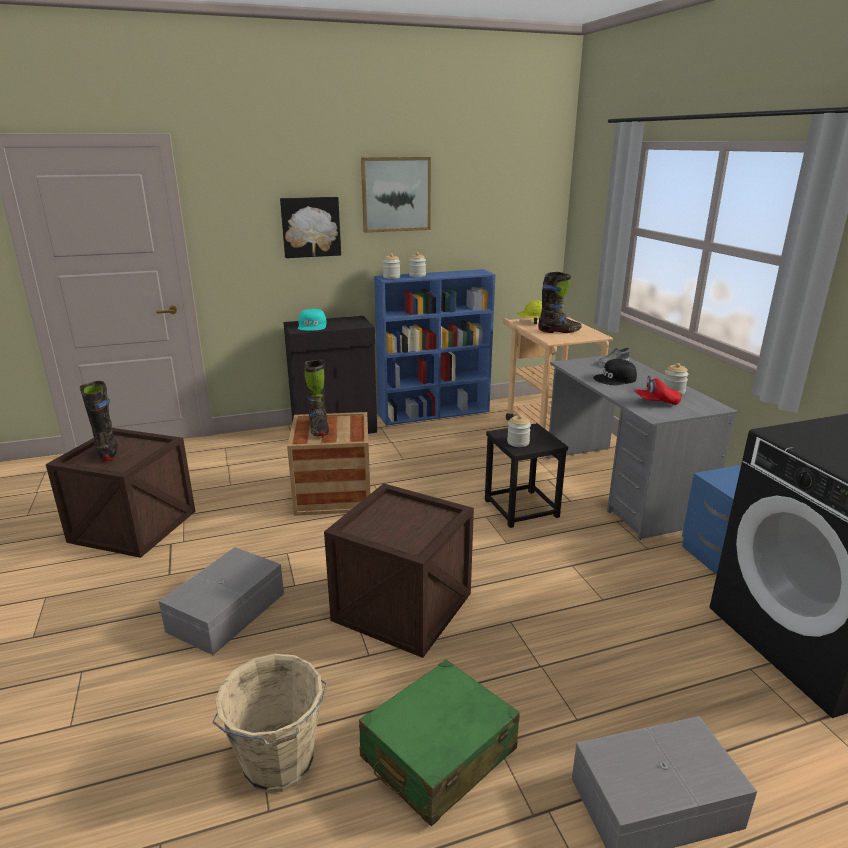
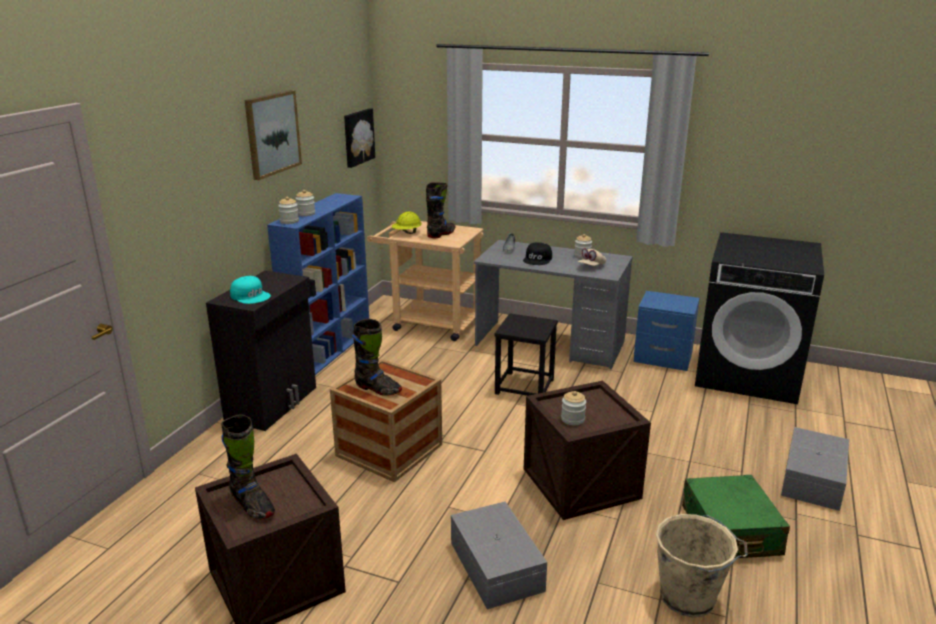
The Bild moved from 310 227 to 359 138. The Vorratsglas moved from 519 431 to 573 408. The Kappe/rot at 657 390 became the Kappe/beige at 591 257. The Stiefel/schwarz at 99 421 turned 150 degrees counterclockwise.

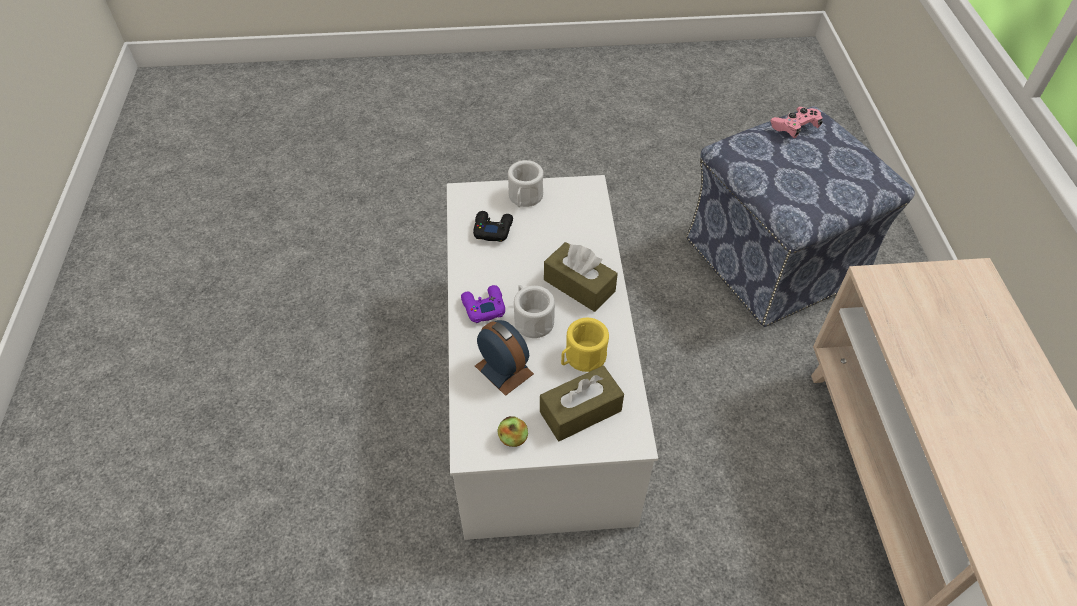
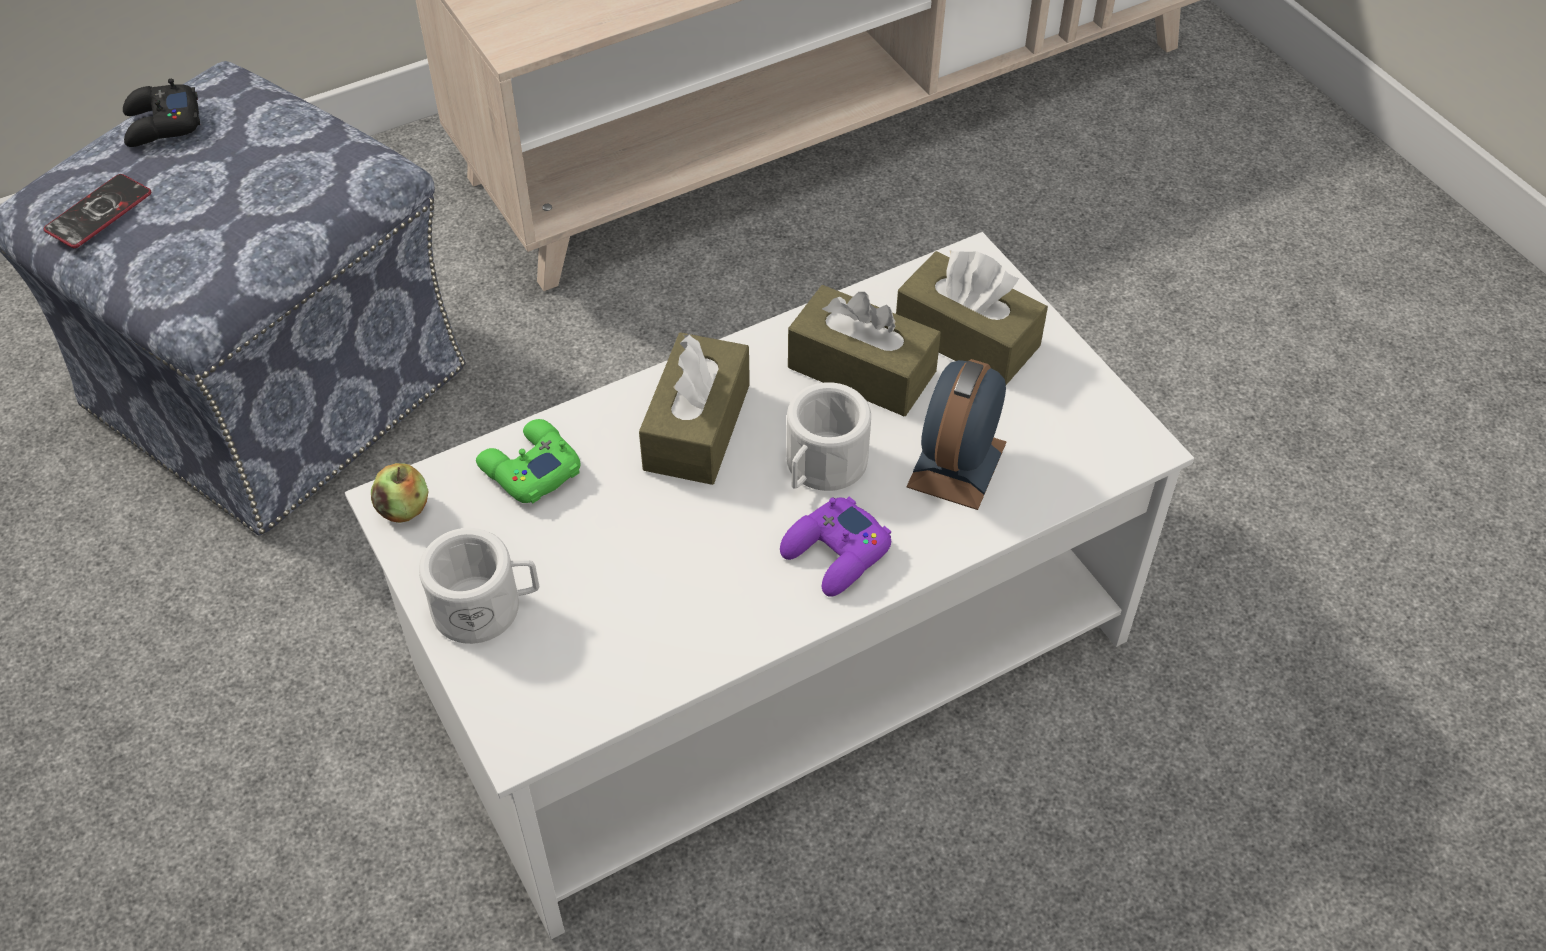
The Gamepad/grün at 528 461 appeared. The Gamepad/schwarz moved from 493 226 to 161 113. The Apfel moved from 513 431 to 400 493. The Henkelbecher/gelb at 585 345 was replaced by the Taschentuchbox/braun at 864 350. The Gamepad/rosa at 796 122 was replaced by the Handy at 97 211.

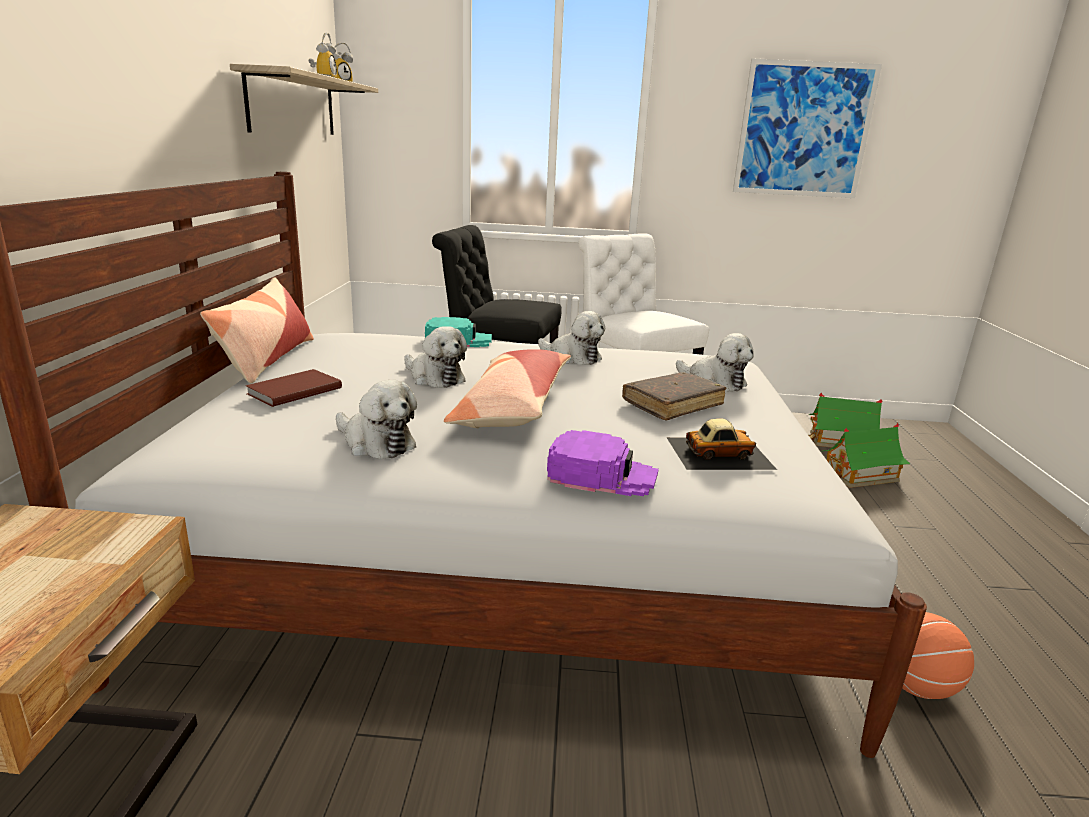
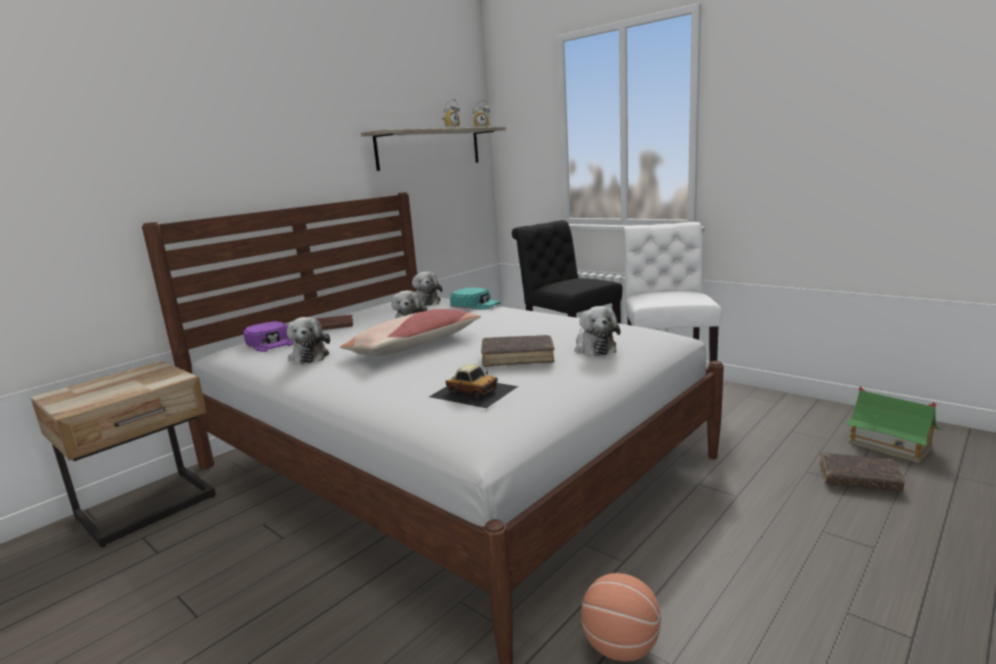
The Kissen at 257 330 disappeared. The Bild at 807 128 disappeared. The Plüschtier moved from 571 338 to 427 289. The Kappe/lila moved from 603 463 to 269 336. The Spielzeughaus at 865 455 was replaced by the Buch/braun at 862 472.

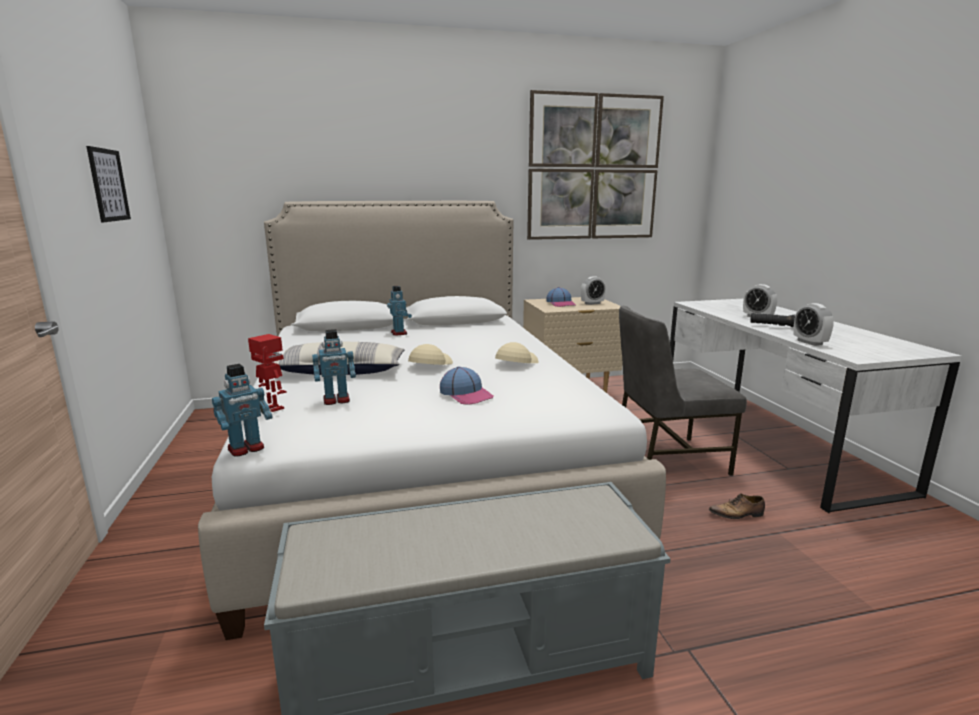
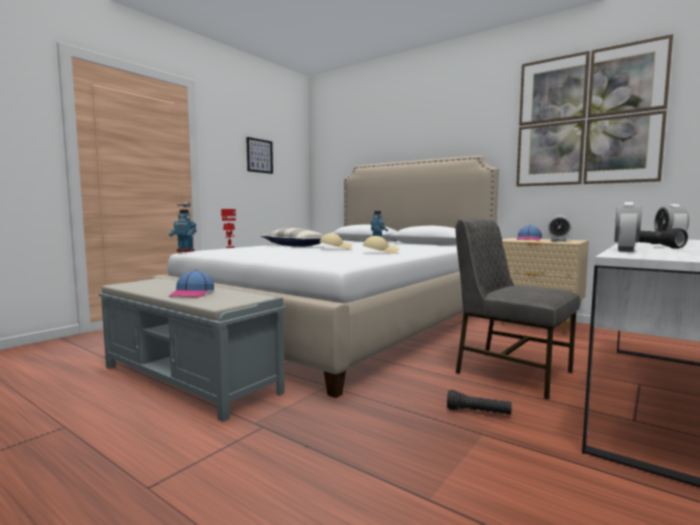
The Spielzeugroboter at 334 367 disappeared. The Kappe moved from 467 385 to 191 283. The Schuh at 737 506 was replaced by the Taschenlampe/schwarz at 479 402.

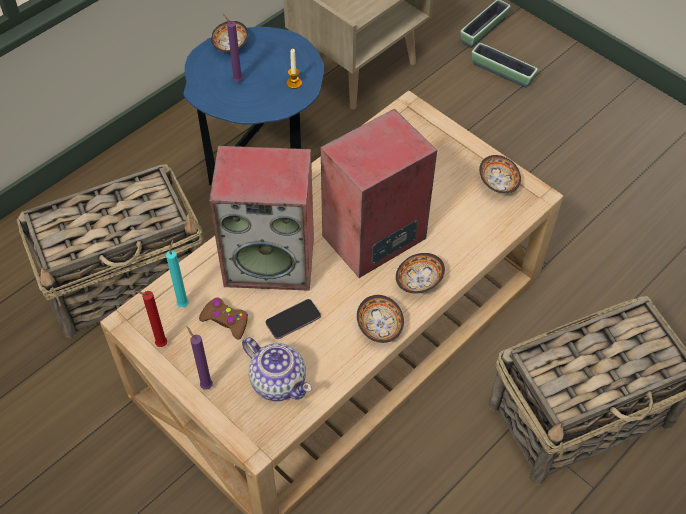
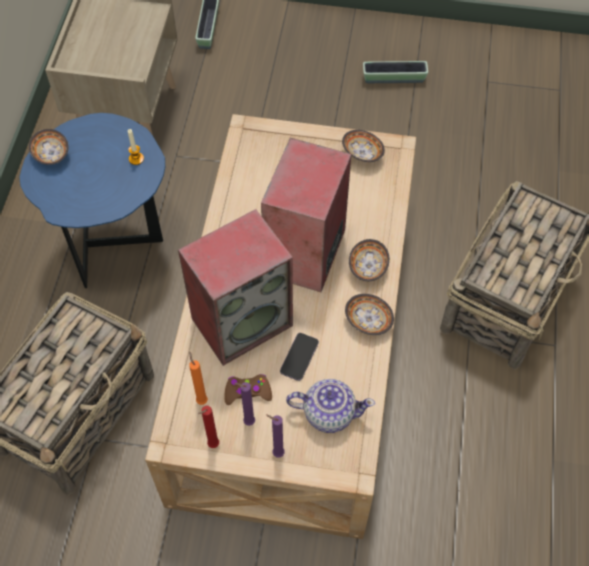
The Kerze/lila moved from 233 48 to 244 404. The Pflanzkübel moved from 505 65 to 395 72. The Kerze/türkis at 177 273 became the Kerze/orange at 198 378.

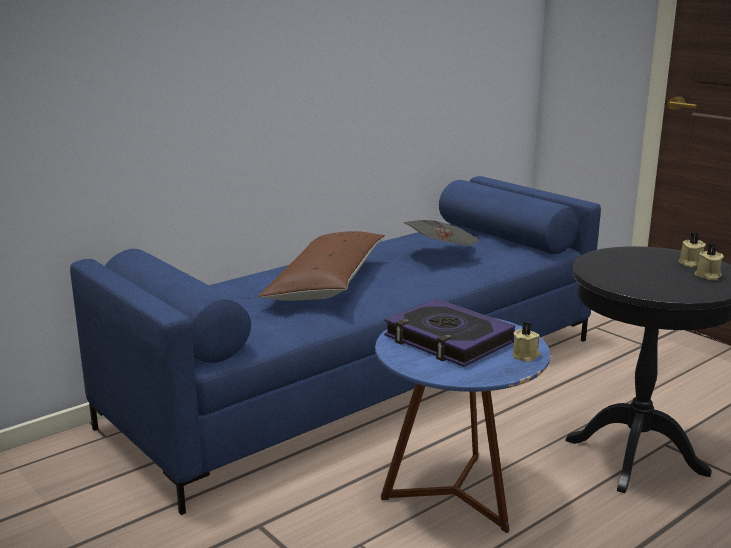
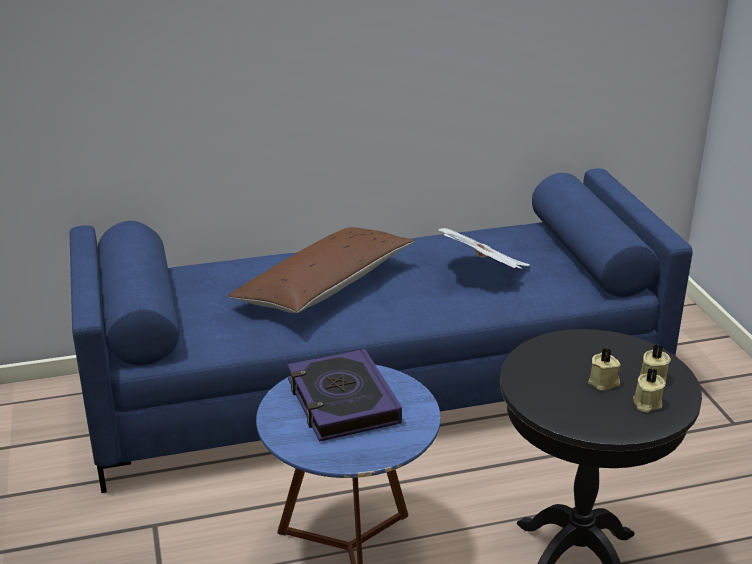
The Kerze/beige moved from 526 342 to 604 369.

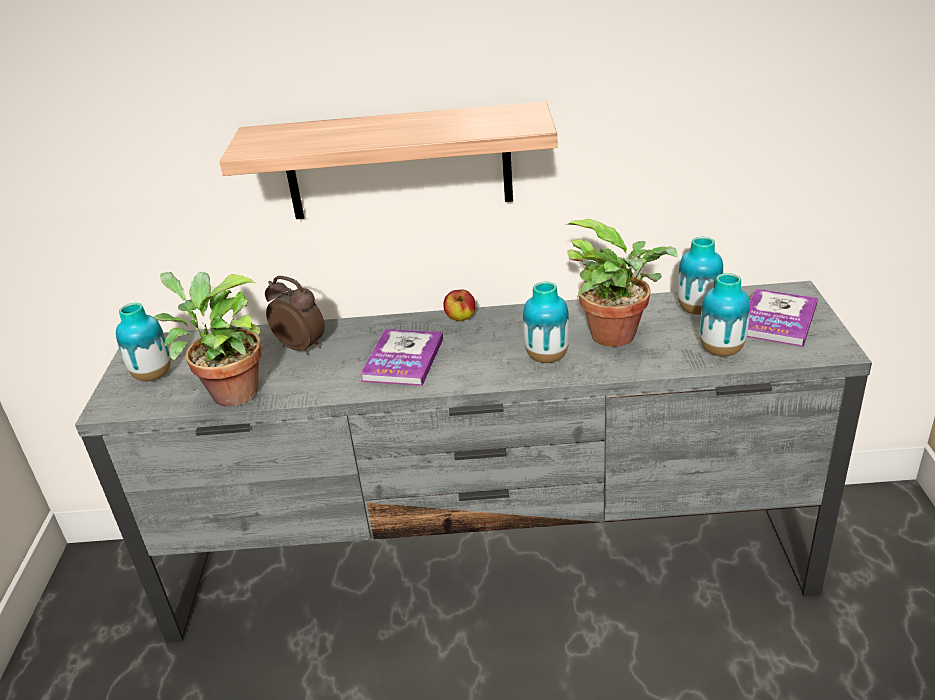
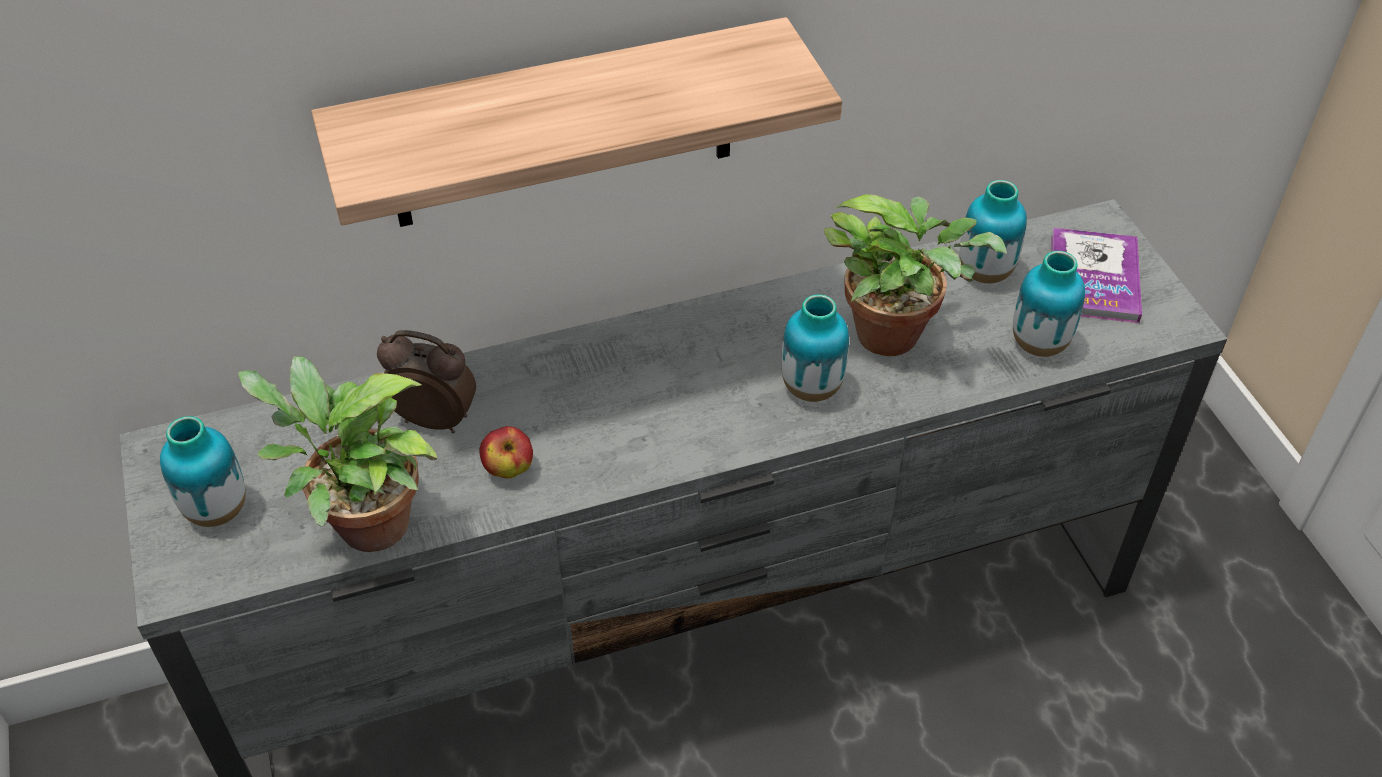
The Buch at 401 357 disappeared. The Apfel moved from 459 305 to 506 452.

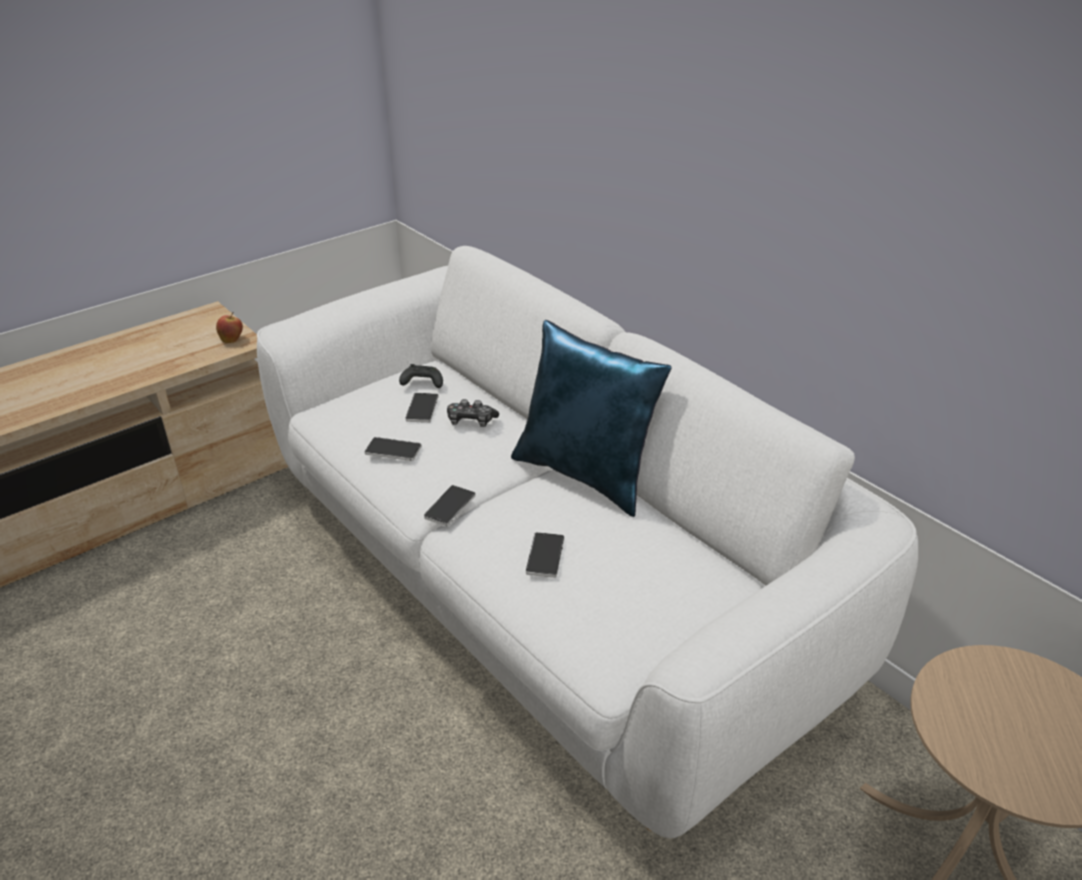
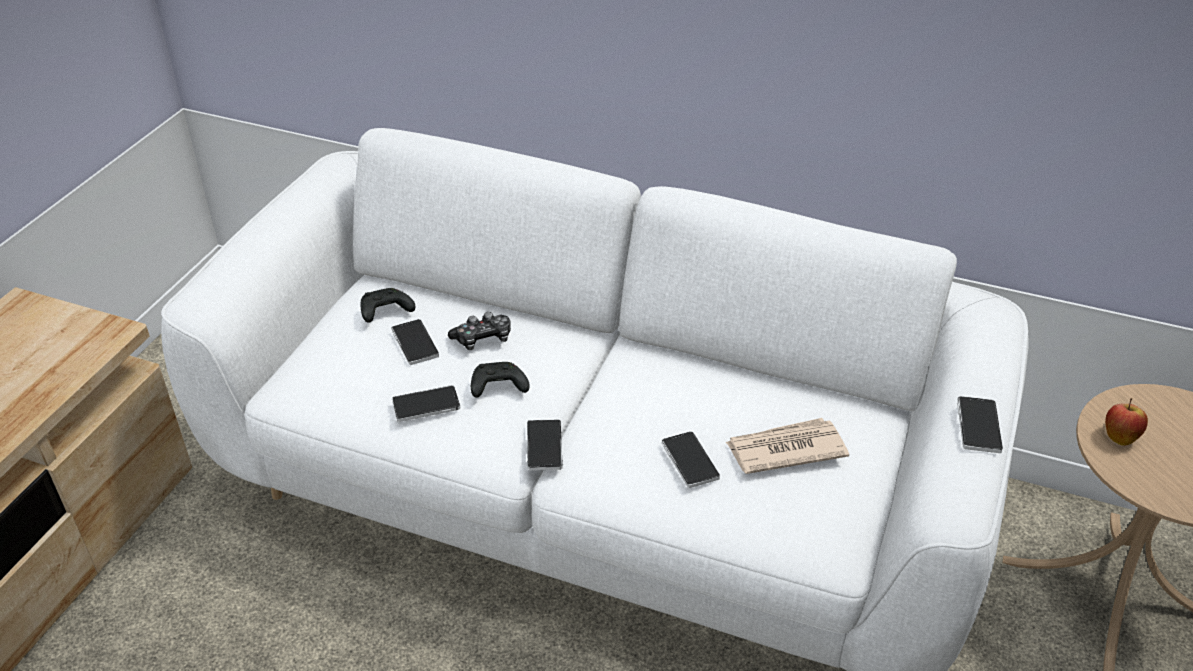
The Kissen/blau at 591 418 disappeared. The Gamepad/schwarz at 500 380 appeared. The Zeitung at 787 446 appeared. The Handy at 980 424 appeared. The Apfel moved from 229 327 to 1126 422.

